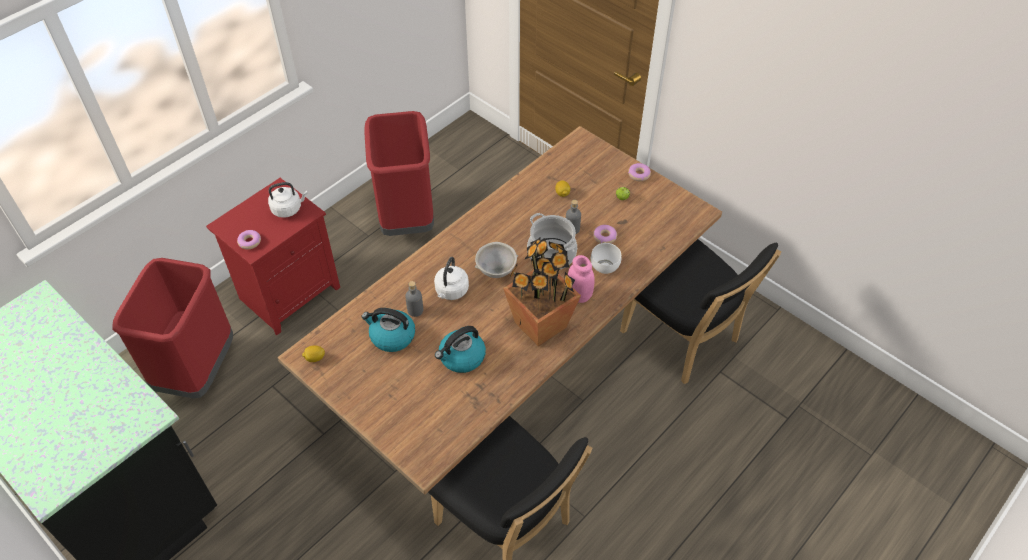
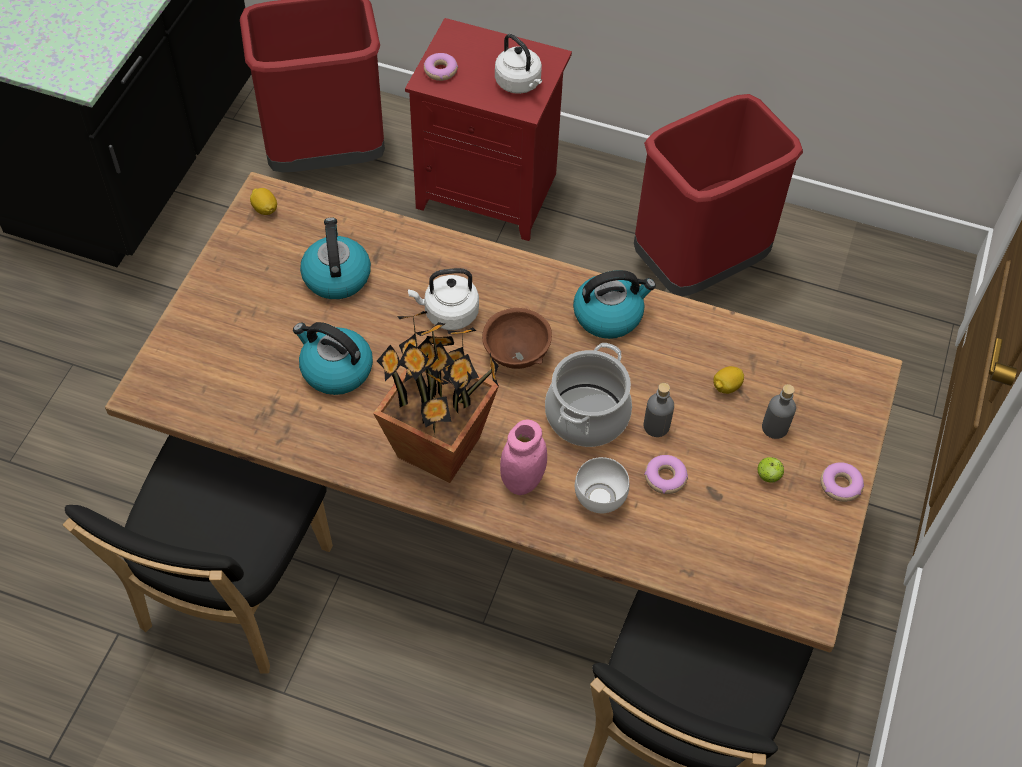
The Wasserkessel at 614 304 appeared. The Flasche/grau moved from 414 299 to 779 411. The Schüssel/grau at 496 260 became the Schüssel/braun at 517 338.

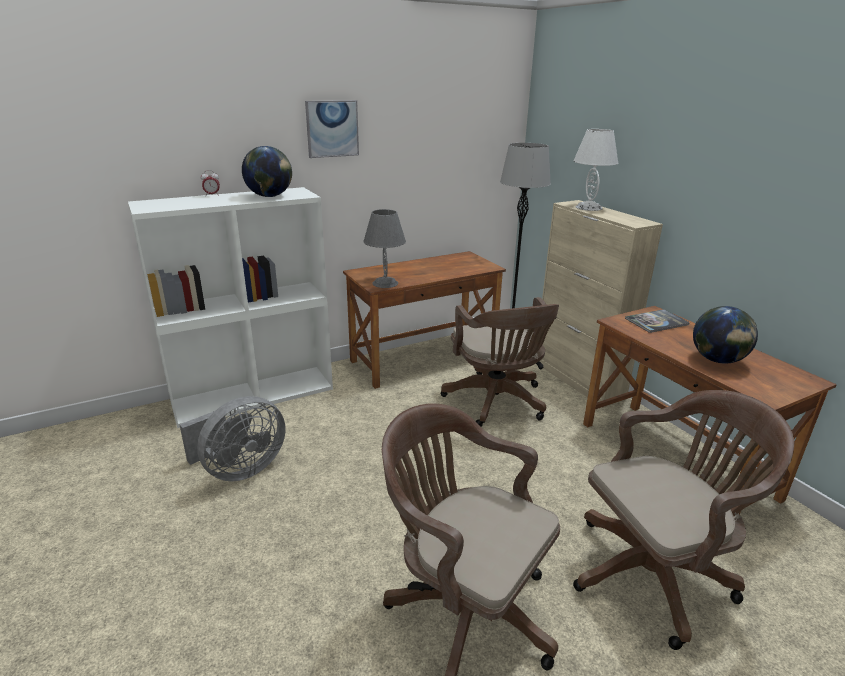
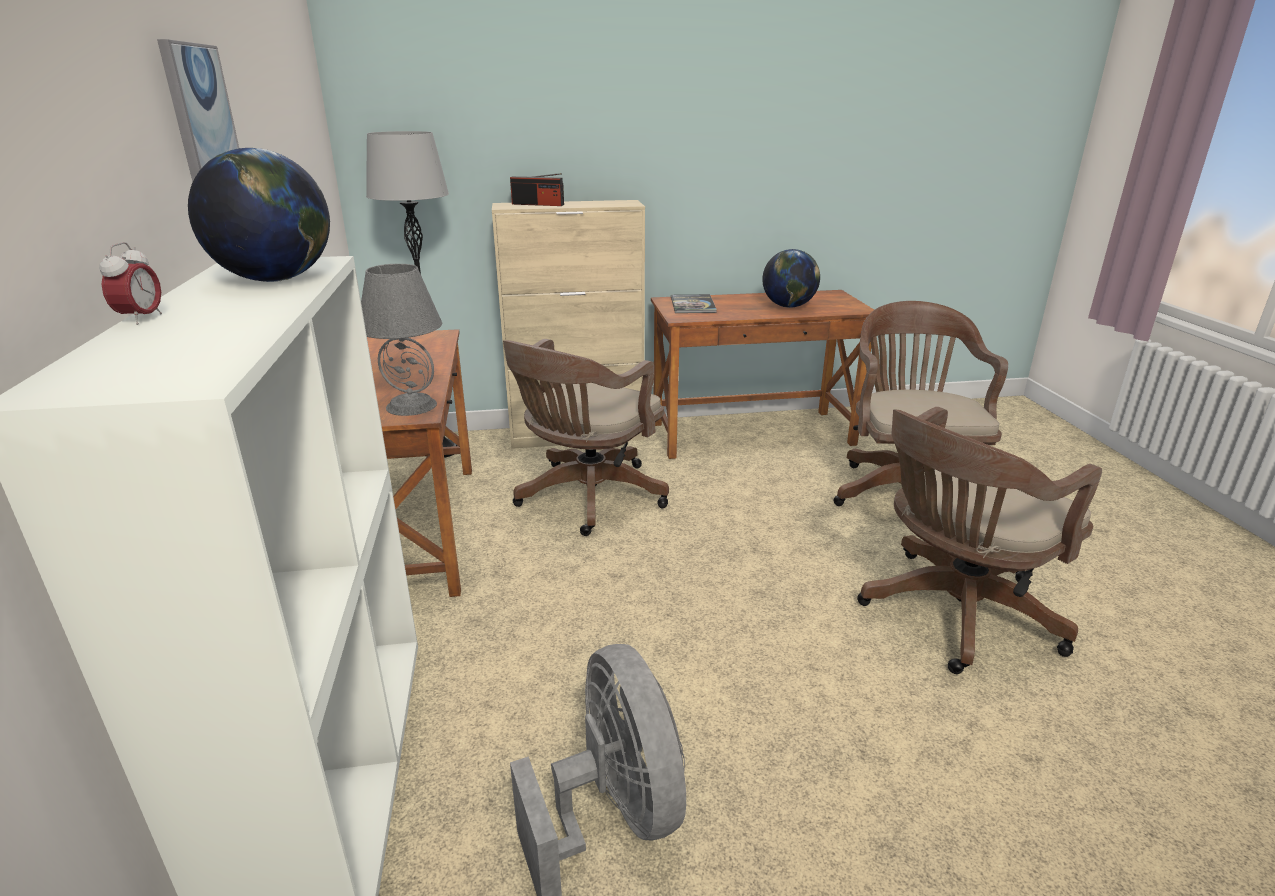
The Tischlampe/weiß at 595 170 was replaced by the Radio at 537 189. The Bürostuhl/braun at 499 362 turned 120 degrees clockwise.

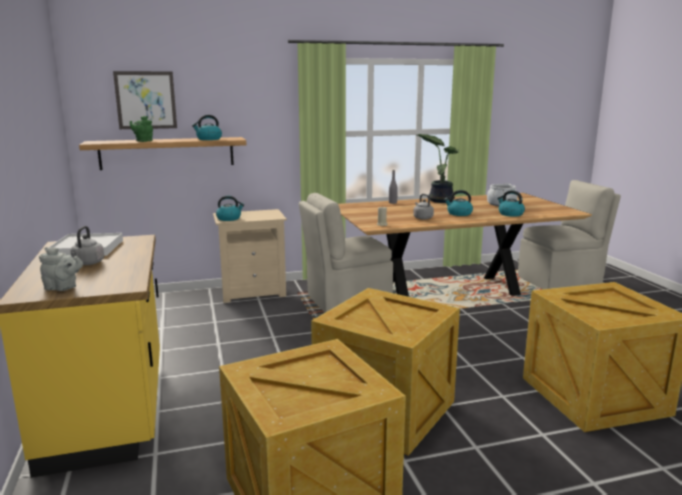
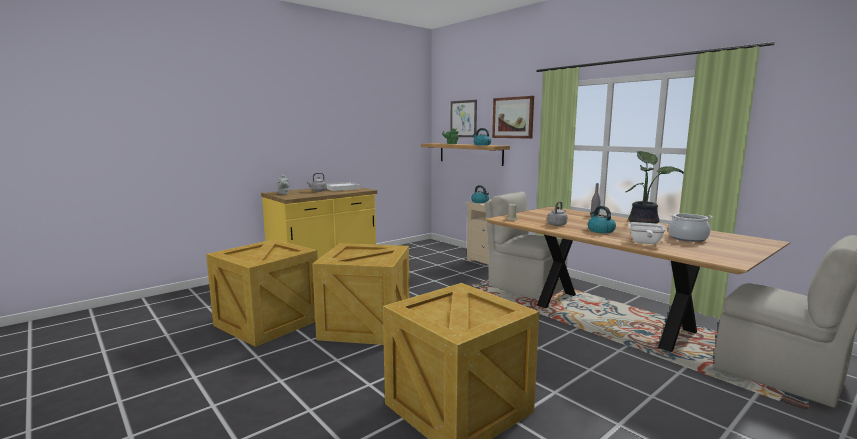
The Bild at 513 117 appeared. The Wasserkessel at 511 203 was replaced by the Pfanne at 647 233.

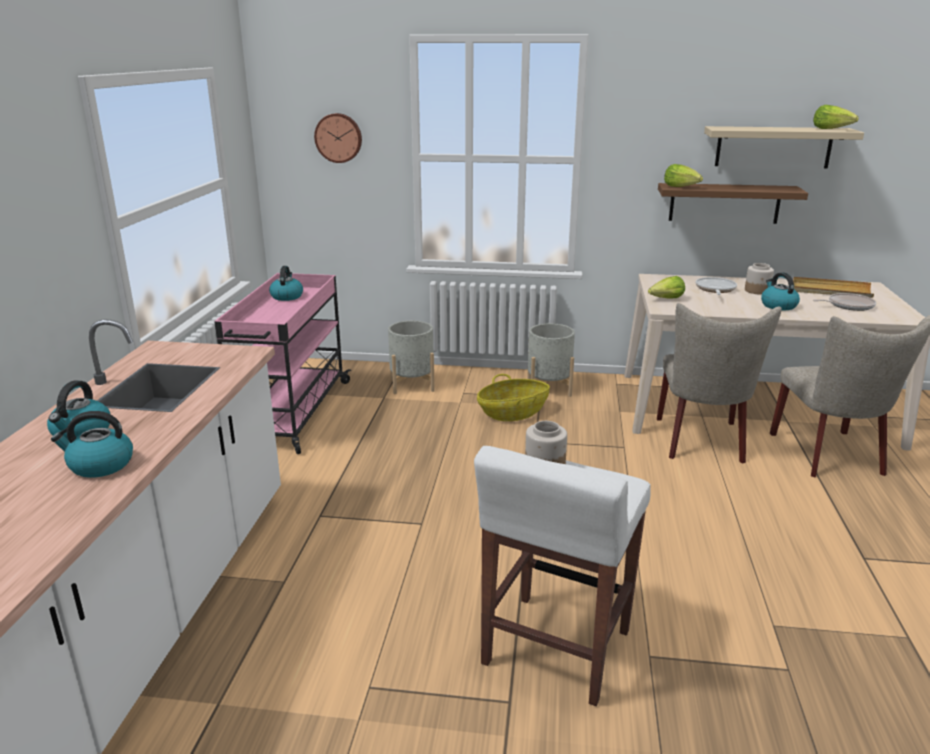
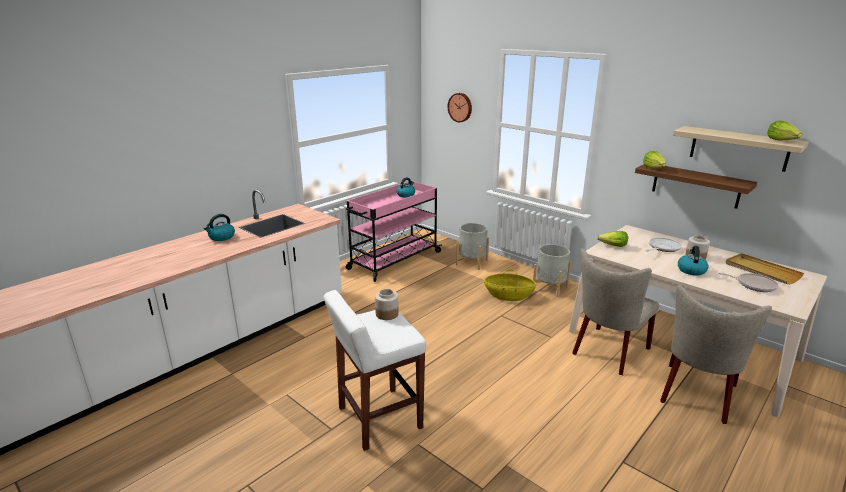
The Wasserkessel at 92 444 disappeared.

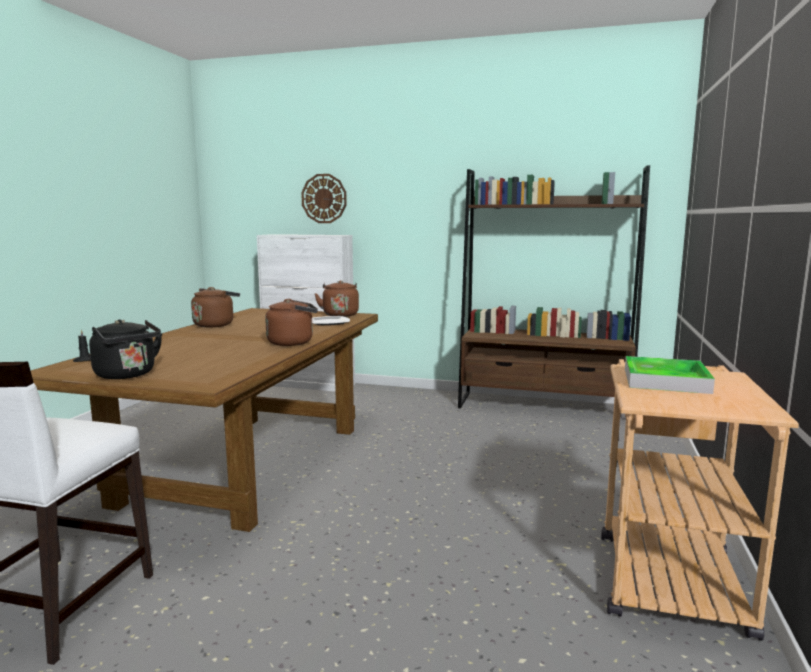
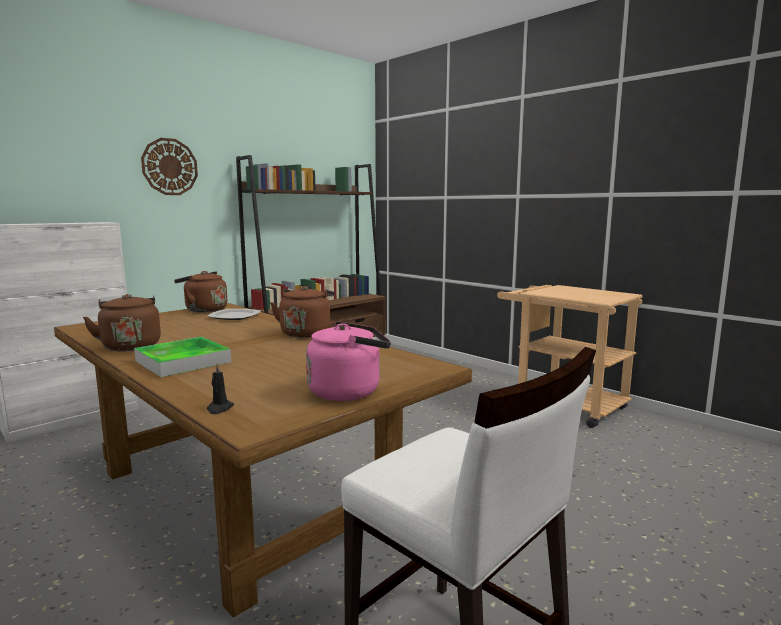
The Wanduhr moved from 324 198 to 169 166. The Tablett moved from 670 375 to 182 357. The Wasserkessel/schwarz at 125 349 became the Wasserkessel/rosa at 348 361.

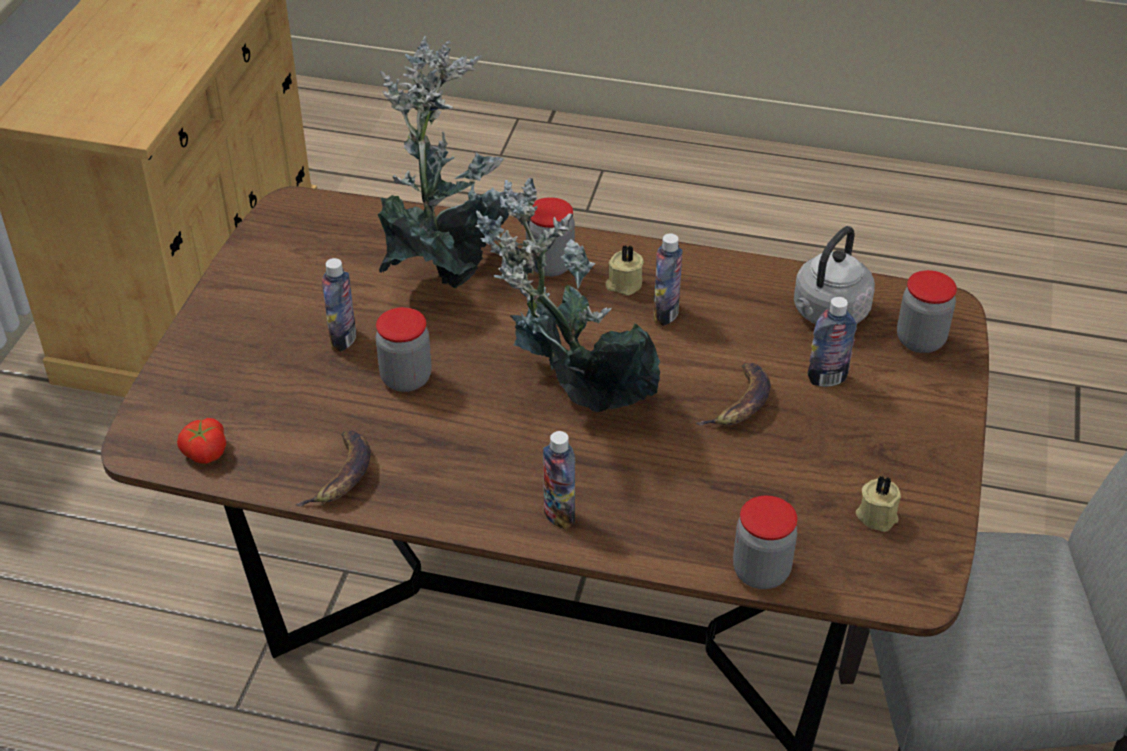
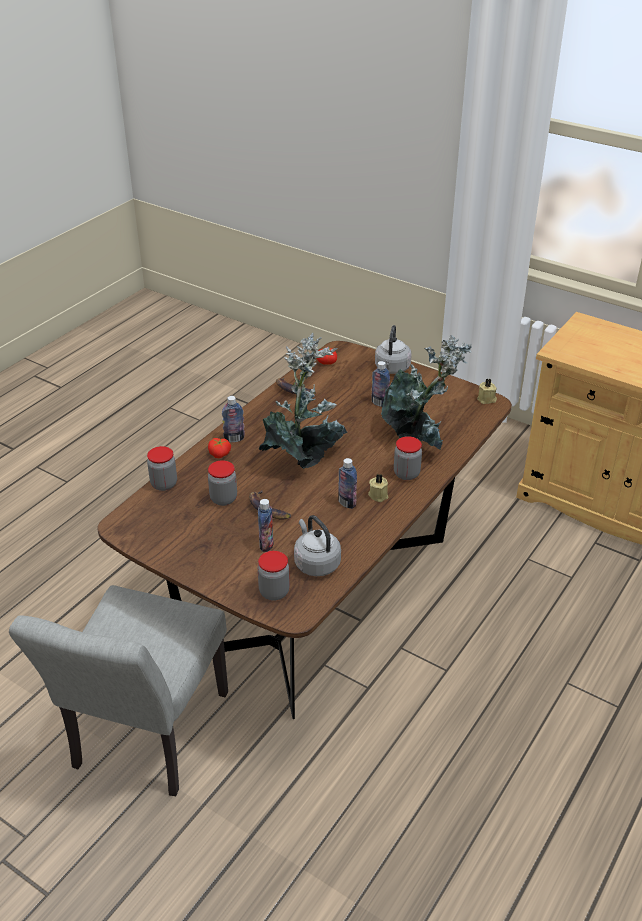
The Tomate at 219 448 appeared. The Wasserkessel/grau at 393 349 appeared. The Vorratsglas moved from 404 349 to 222 483. The Kerze/beige moved from 878 503 to 487 391.

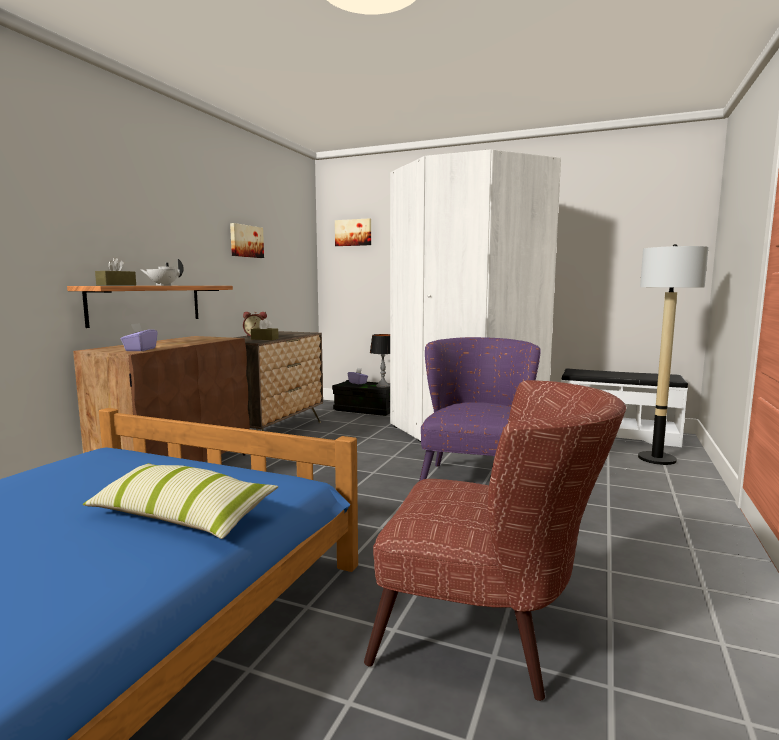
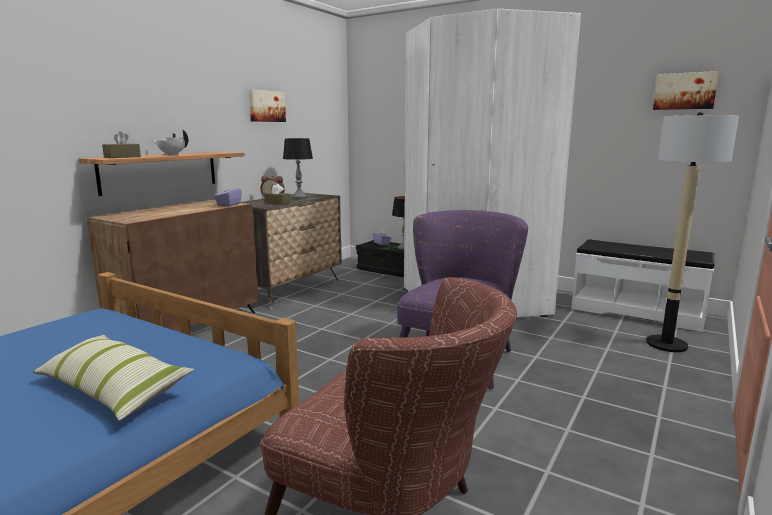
The Tischlampe at 298 168 appeared. The Taschentuchbox/lila moved from 139 337 to 228 195. The Bild moved from 353 232 to 686 90.

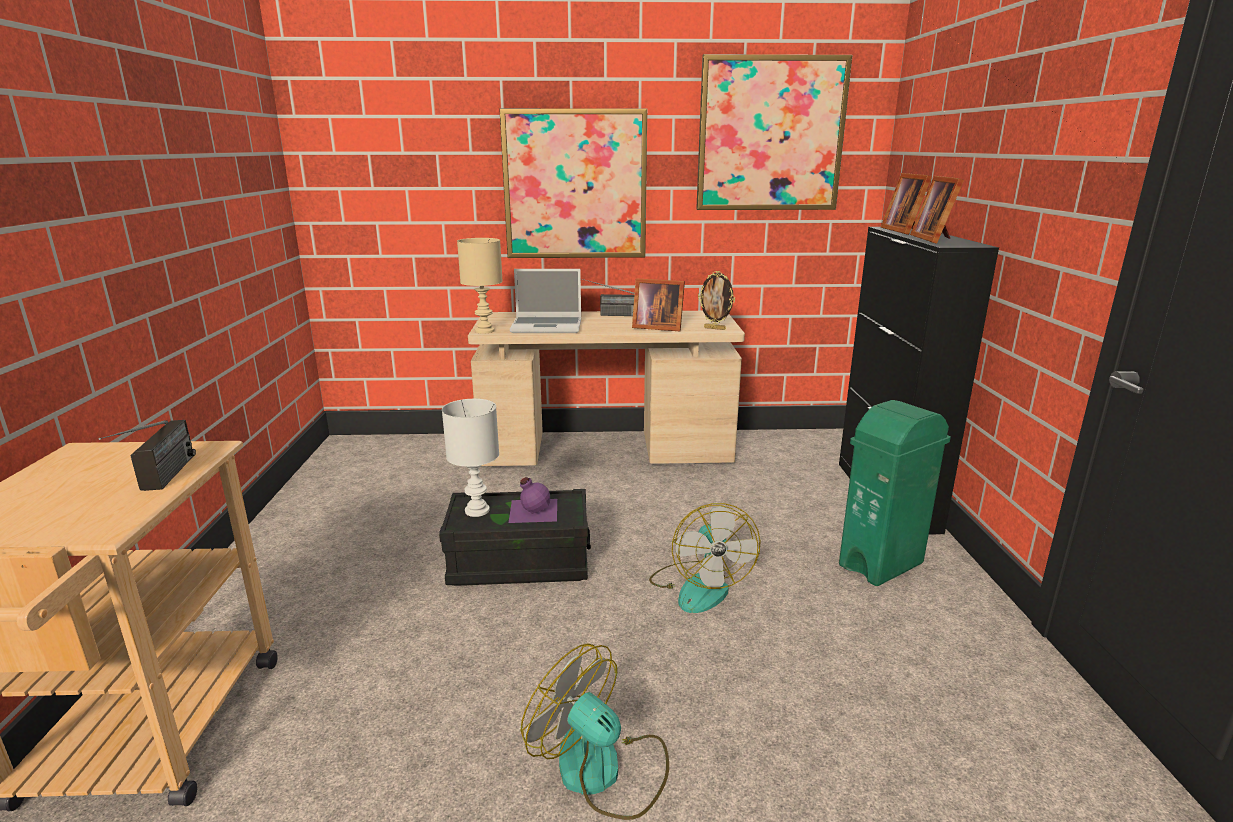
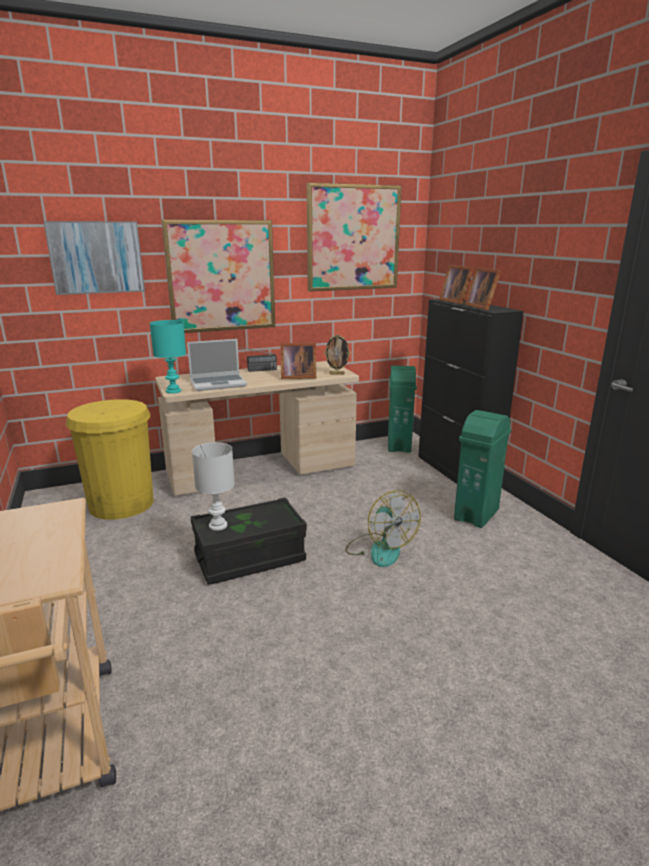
The Radio at 147 455 disappeared. The Flasche/lila at 533 500 disappeared. The Ventilator at 595 731 disappeared. The Bild at 94 258 appeared. The Mülleimer/gelb at 110 459 appeared. The Mülleimer/grün at 402 409 appeared. The Tischlampe/beige at 480 286 became the Tischlampe/türkis at 167 357.

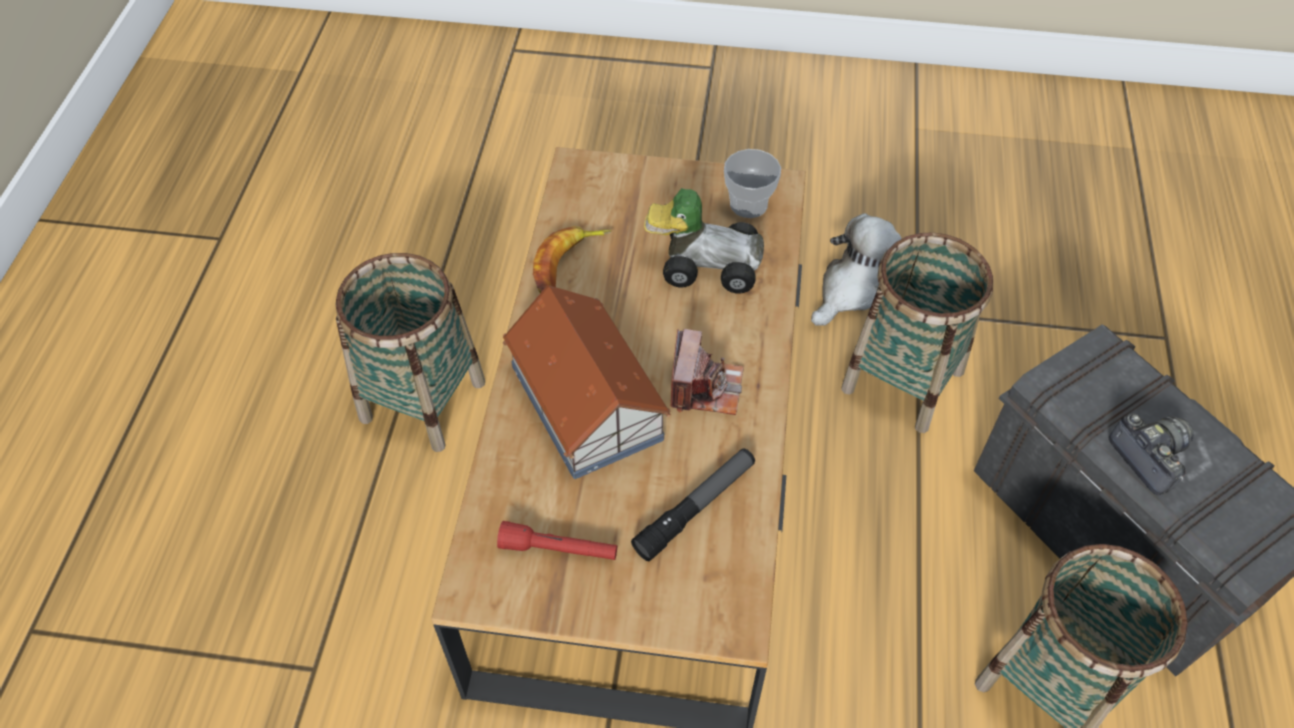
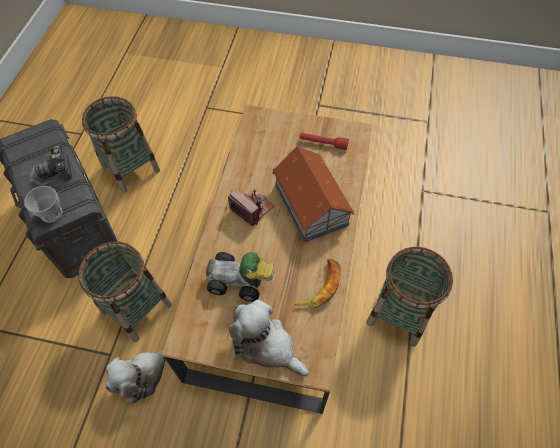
The Taschenlampe at 693 505 disappeared. The Plüschtier at 268 338 appeared. The Tasse moved from 752 183 to 43 204. The Kamera at 707 372 turned 120 degrees clockwise.

